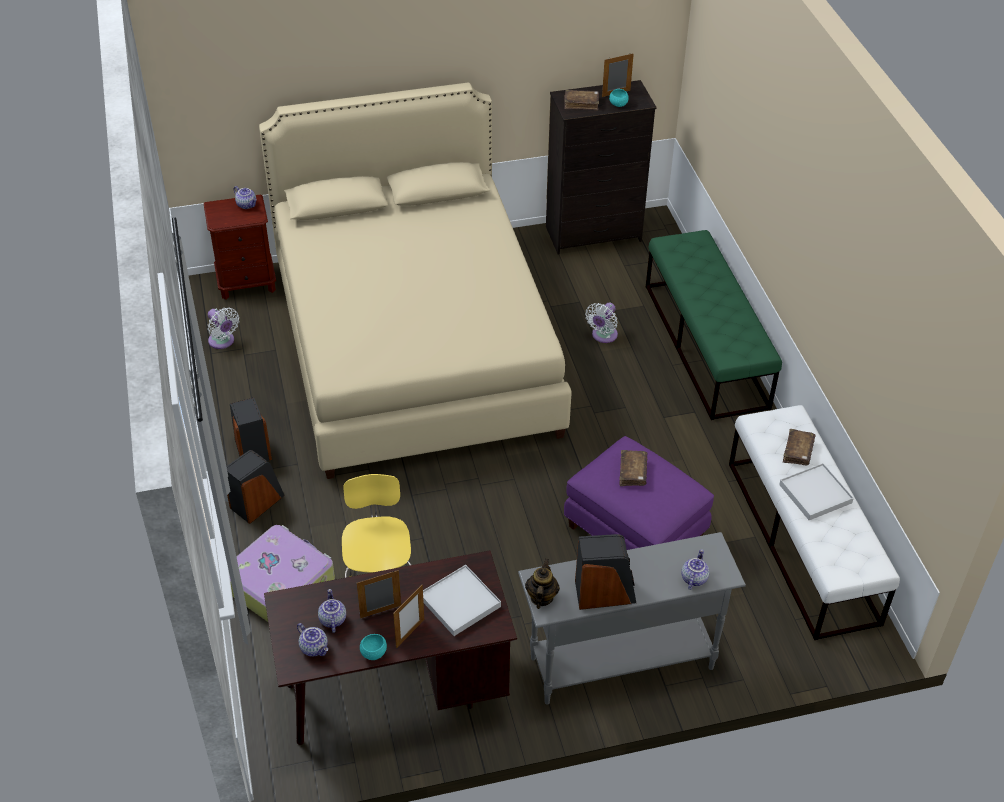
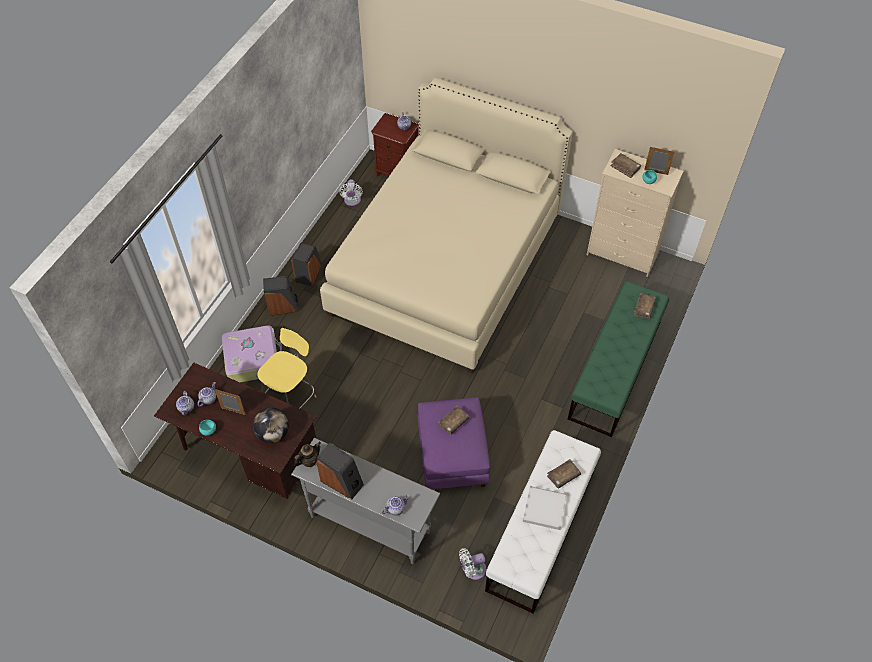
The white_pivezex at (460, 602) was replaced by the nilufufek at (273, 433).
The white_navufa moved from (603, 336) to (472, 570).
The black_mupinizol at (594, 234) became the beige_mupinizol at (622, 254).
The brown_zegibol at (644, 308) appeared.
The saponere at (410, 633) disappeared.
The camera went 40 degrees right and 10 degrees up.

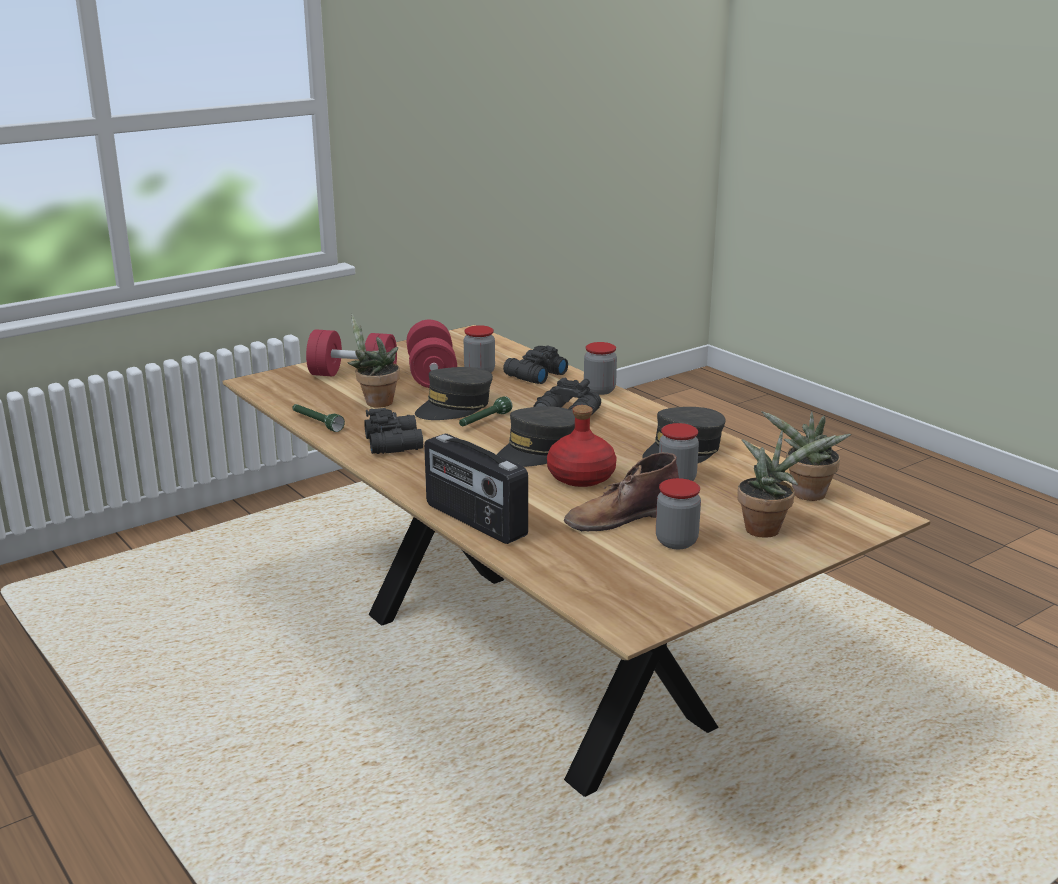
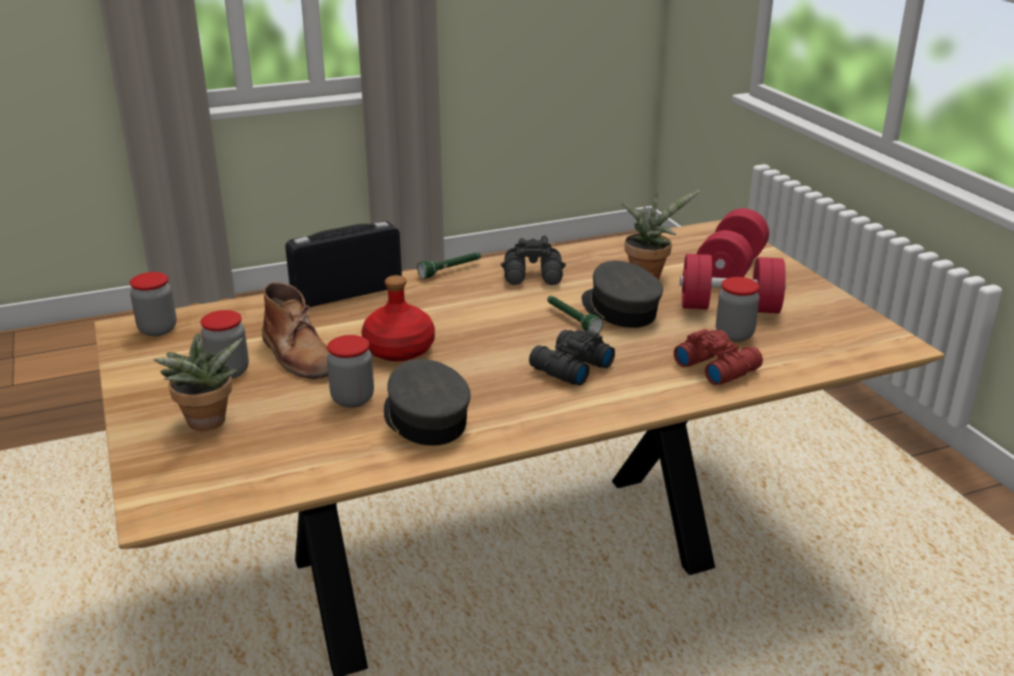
The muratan moved from (599, 390) to (157, 329).
The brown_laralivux at (622, 516) turned 150 degrees clockwise.
The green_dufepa moved from (316, 423) to (450, 270).
The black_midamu at (534, 375) became the red_midamu at (716, 366).
The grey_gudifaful at (537, 451) disappeared.
The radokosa at (806, 495) disappeared.
The camera went 105 degrees right and 5 degrees up.

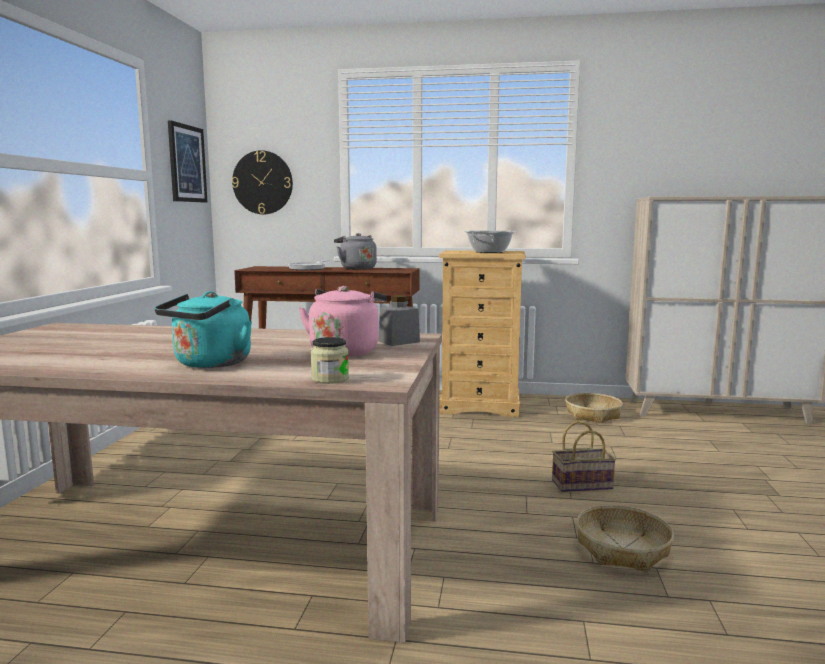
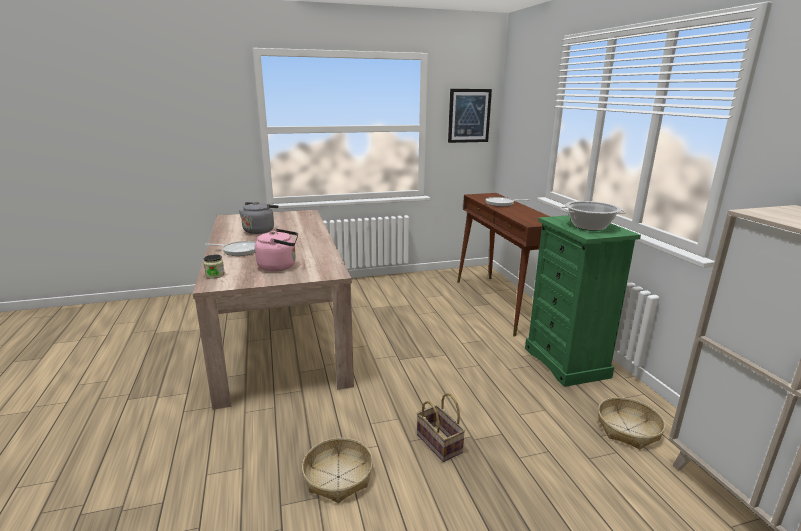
The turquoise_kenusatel at (210, 364) was replaced by the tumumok at (239, 251).
The grey_kenusatel moved from (356, 268) to (260, 230).
The beige_mupinizol at (480, 406) became the green_mupinizol at (566, 362).
The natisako at (262, 182) disappeared.
The grey_muratan at (399, 341) disappeared.
The camera went 65 degrees right and 10 degrees up.

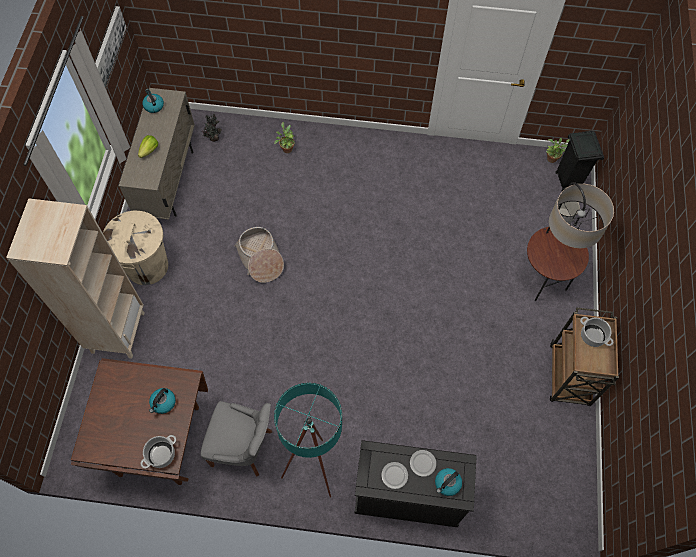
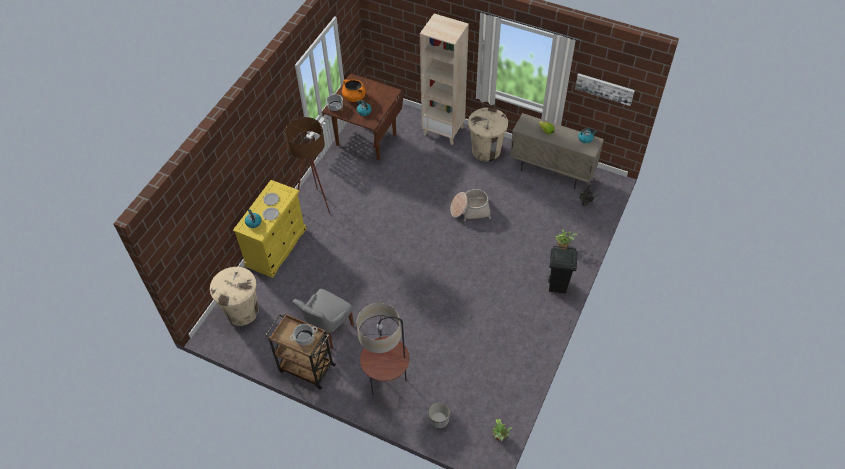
The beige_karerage at (242, 311) appeared.
The black_mupinizol at (407, 494) became the yellow_mupinizol at (276, 247).
The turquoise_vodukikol at (314, 464) became the brown_vodukikol at (317, 206).
The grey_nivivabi moved from (244, 447) to (327, 329).
The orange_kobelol at (354, 97) appeared.
The black_karerage moved from (567, 181) to (558, 286).
The camera went 110 degrees right and 10 degrees down.

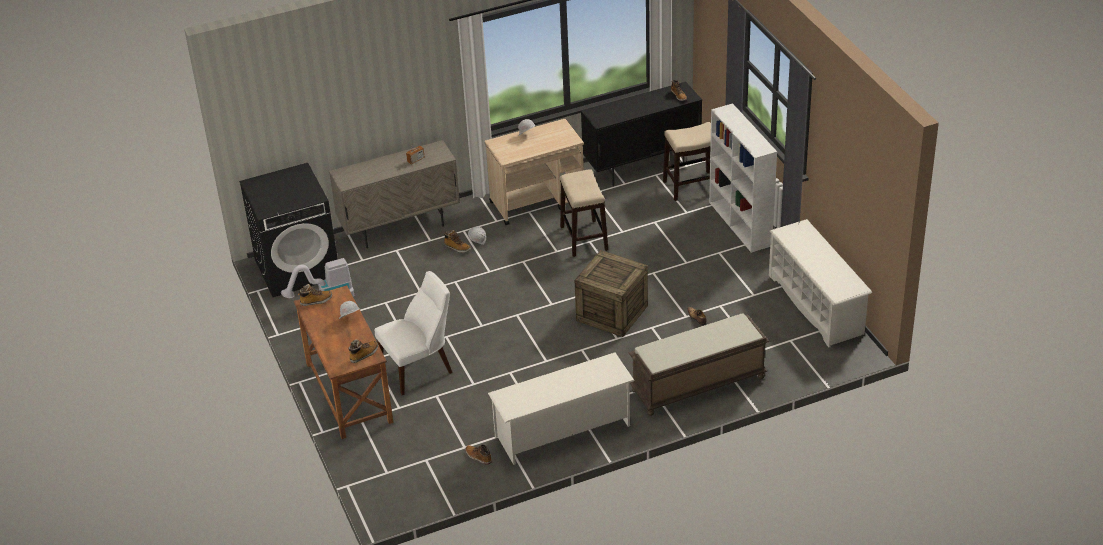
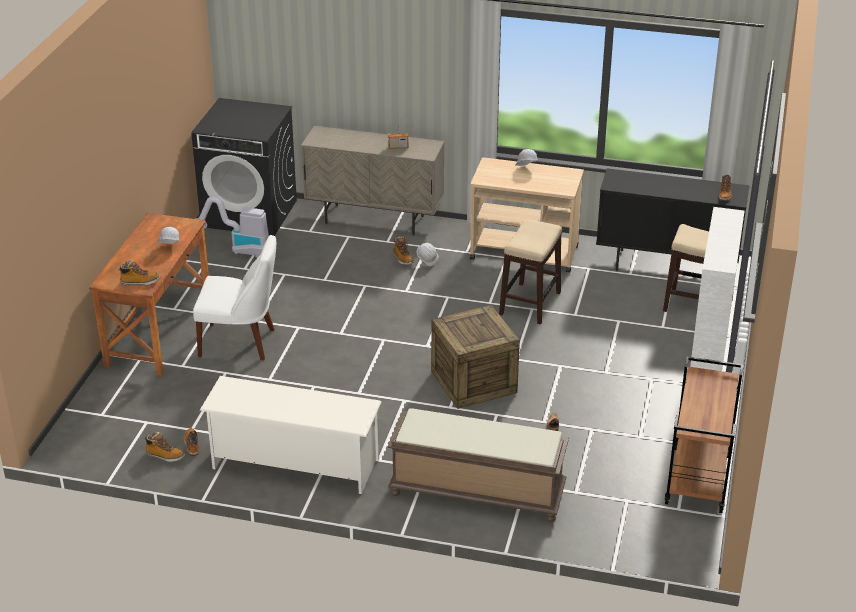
The laralivux moved from (316, 301) to (165, 456).
The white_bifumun at (816, 305) was replaced by the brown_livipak at (698, 480).
The camera went 35 degrees right and 5 degrees down.

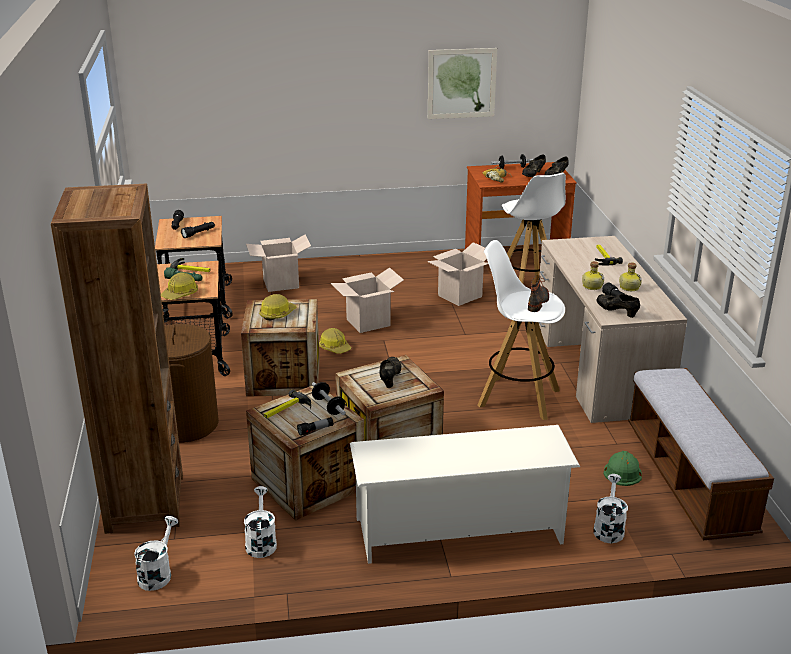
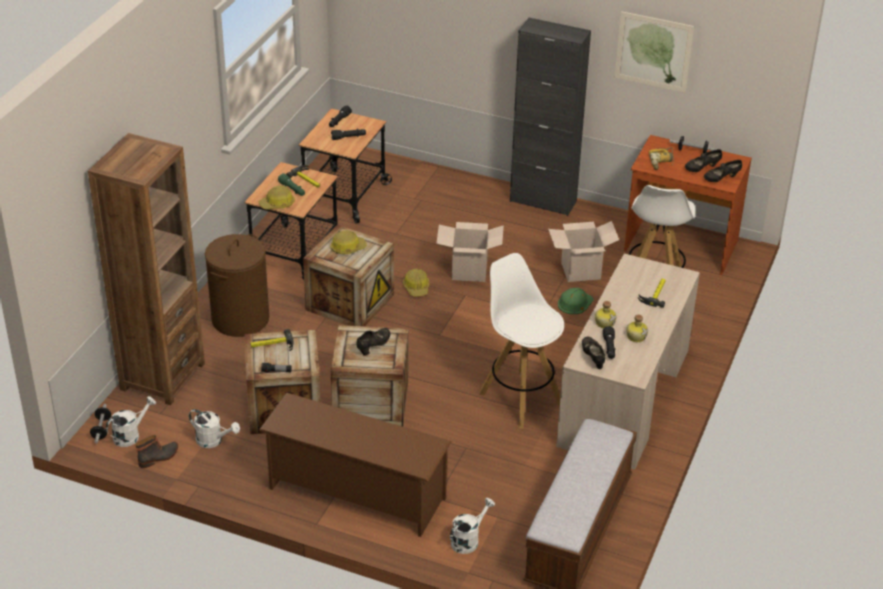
The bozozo moved from (328, 406) to (101, 429).
The laralivux moved from (538, 302) to (159, 457).
The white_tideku at (261, 542) turned 90 degrees clockwise.
The white_bifumun at (459, 531) became the brown_bifumun at (356, 493).
The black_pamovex at (543, 201) appeared.
The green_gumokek moved from (622, 471) to (575, 303).
The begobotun at (281, 283) disappeared.
The camera went 30 degrees right and 10 degrees up.

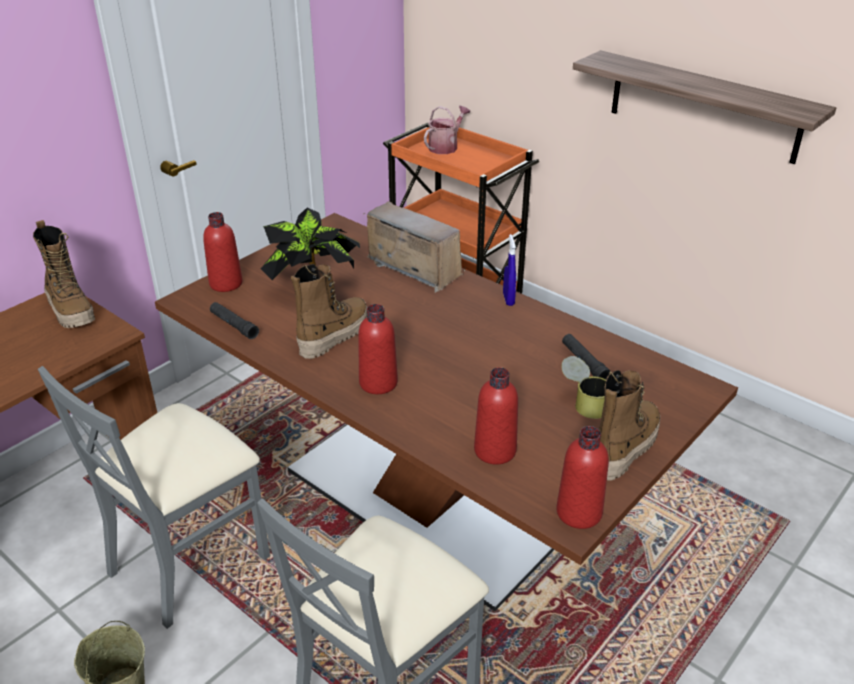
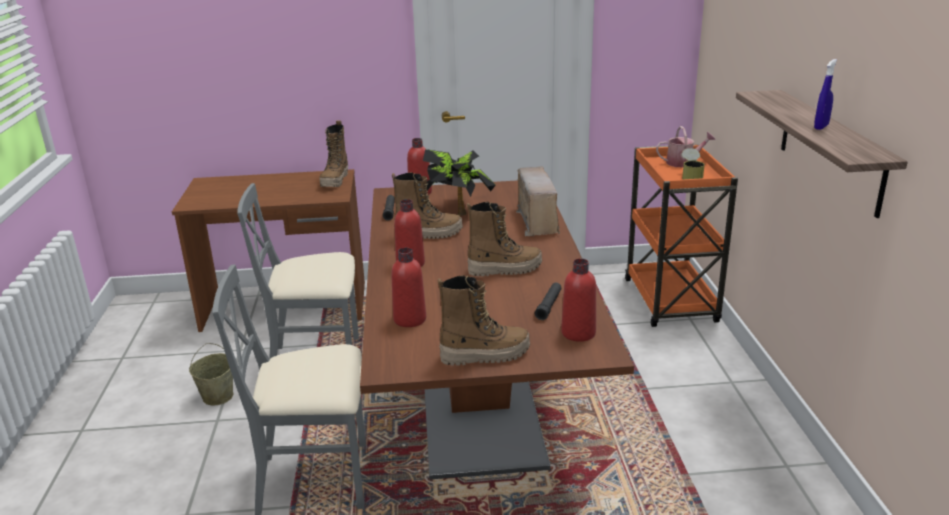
The laralivux at (505, 269) appeared.
The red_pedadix moved from (579, 512) to (578, 333).
The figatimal moved from (584, 402) to (691, 176).
The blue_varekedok moved from (508, 299) to (821, 127).
The camera went 45 degrees right and 10 degrees down.

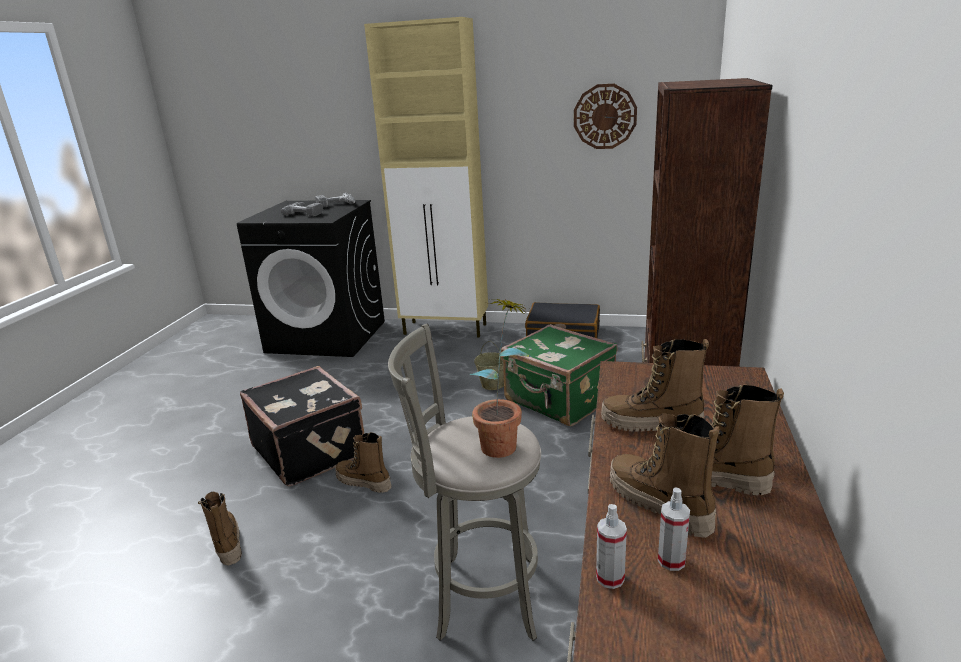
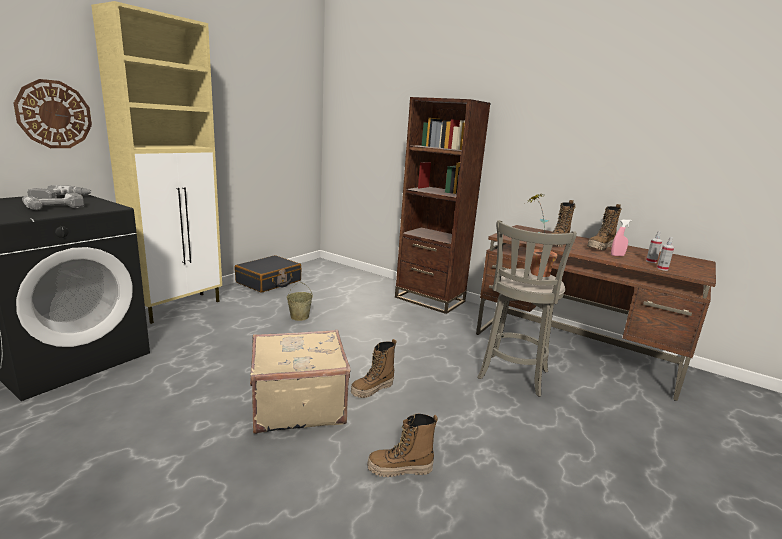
The natisako moved from (605, 116) to (54, 114).
The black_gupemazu at (311, 450) became the beige_gupemazu at (297, 404).
The laralivux at (658, 505) was replaced by the pink_varekedok at (617, 255).
The green_gupemazu at (558, 400) disappeared.
The camera went 70 degrees left and 5 degrees down.

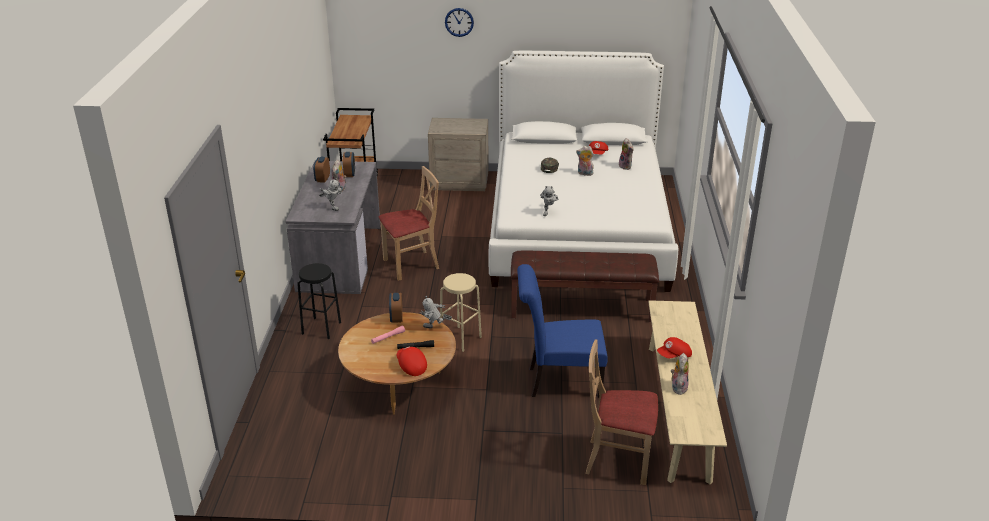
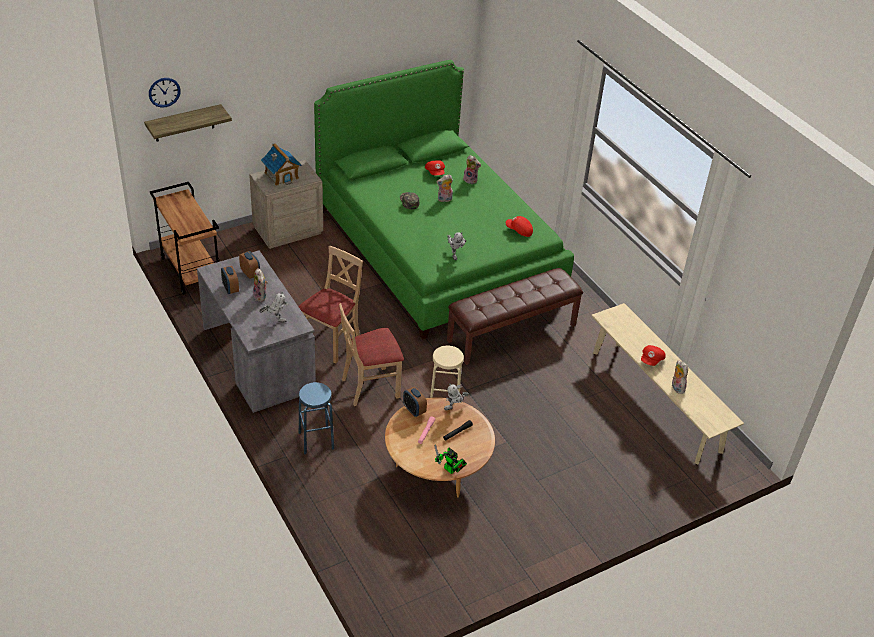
The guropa at (184, 123) appeared.
The natisako moved from (459, 22) to (164, 92).
The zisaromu at (281, 175) appeared.
The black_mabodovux at (321, 328) became the blue_mabodovux at (316, 440).
The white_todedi at (577, 226) became the green_todedi at (437, 247).
The beige_nivivabi moved from (618, 460) to (370, 387).
The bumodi at (450, 470) appeared.
The red_gudifaful moved from (411, 366) to (519, 231).
The blue_nivivabi at (559, 381) disappeared.
The camera went 35 degrees left and 10 degrees up.

